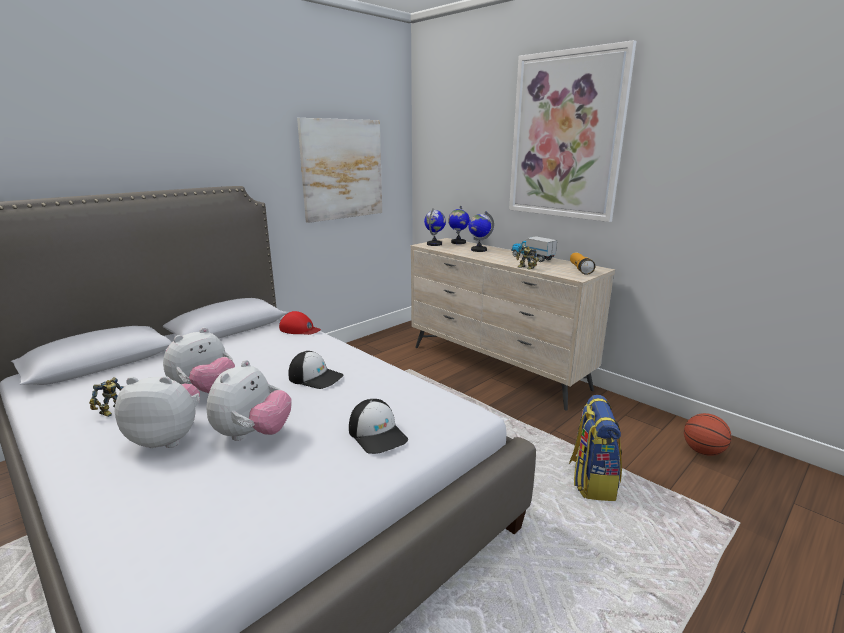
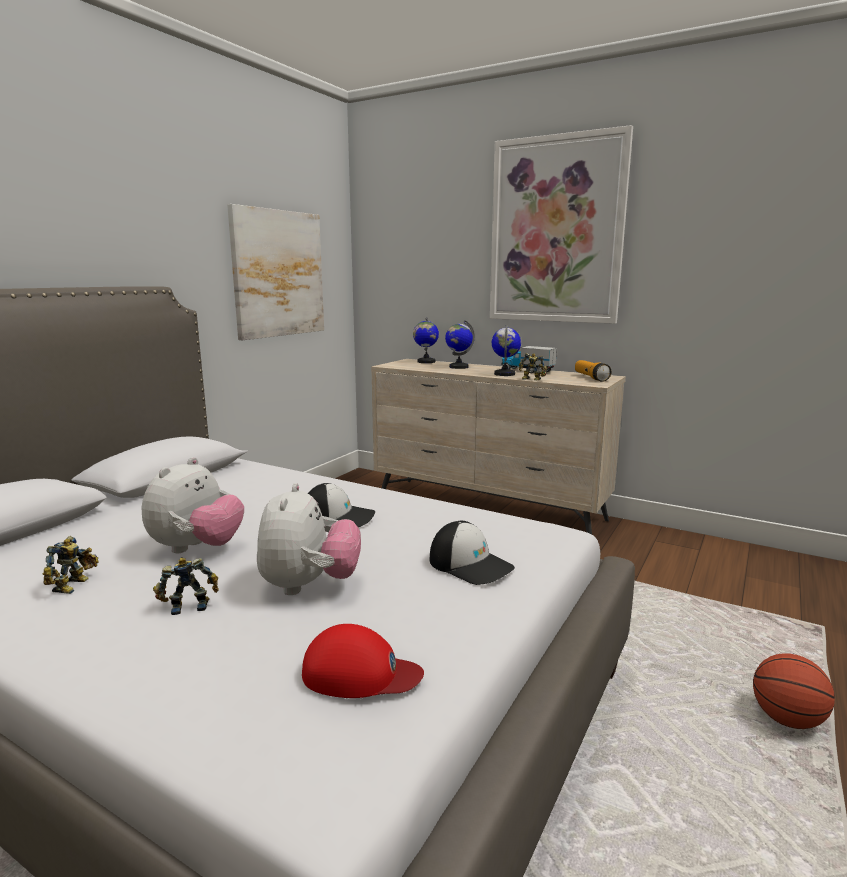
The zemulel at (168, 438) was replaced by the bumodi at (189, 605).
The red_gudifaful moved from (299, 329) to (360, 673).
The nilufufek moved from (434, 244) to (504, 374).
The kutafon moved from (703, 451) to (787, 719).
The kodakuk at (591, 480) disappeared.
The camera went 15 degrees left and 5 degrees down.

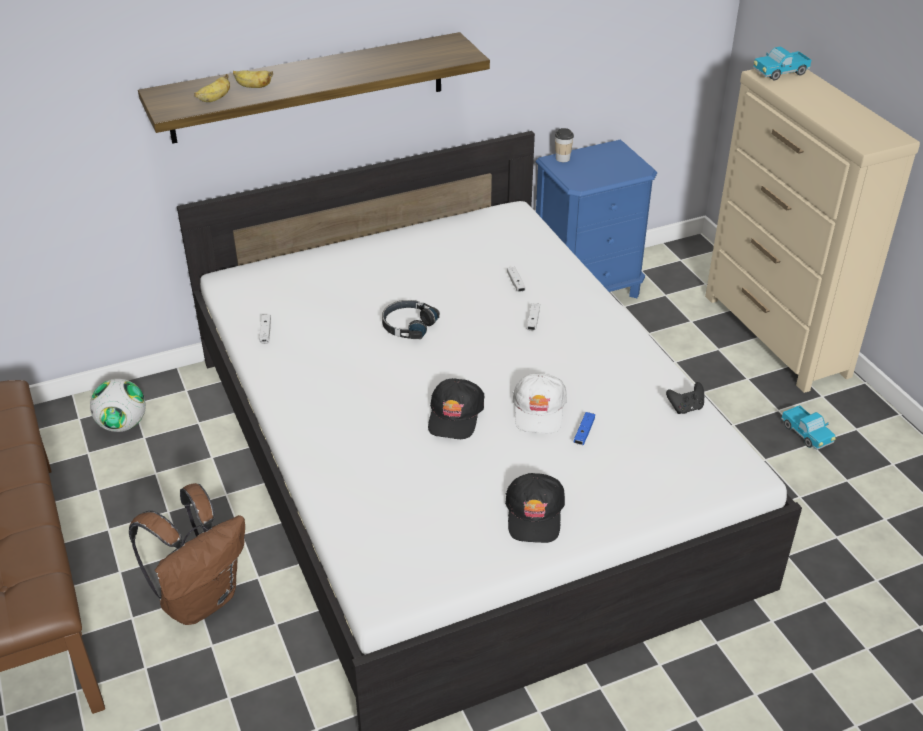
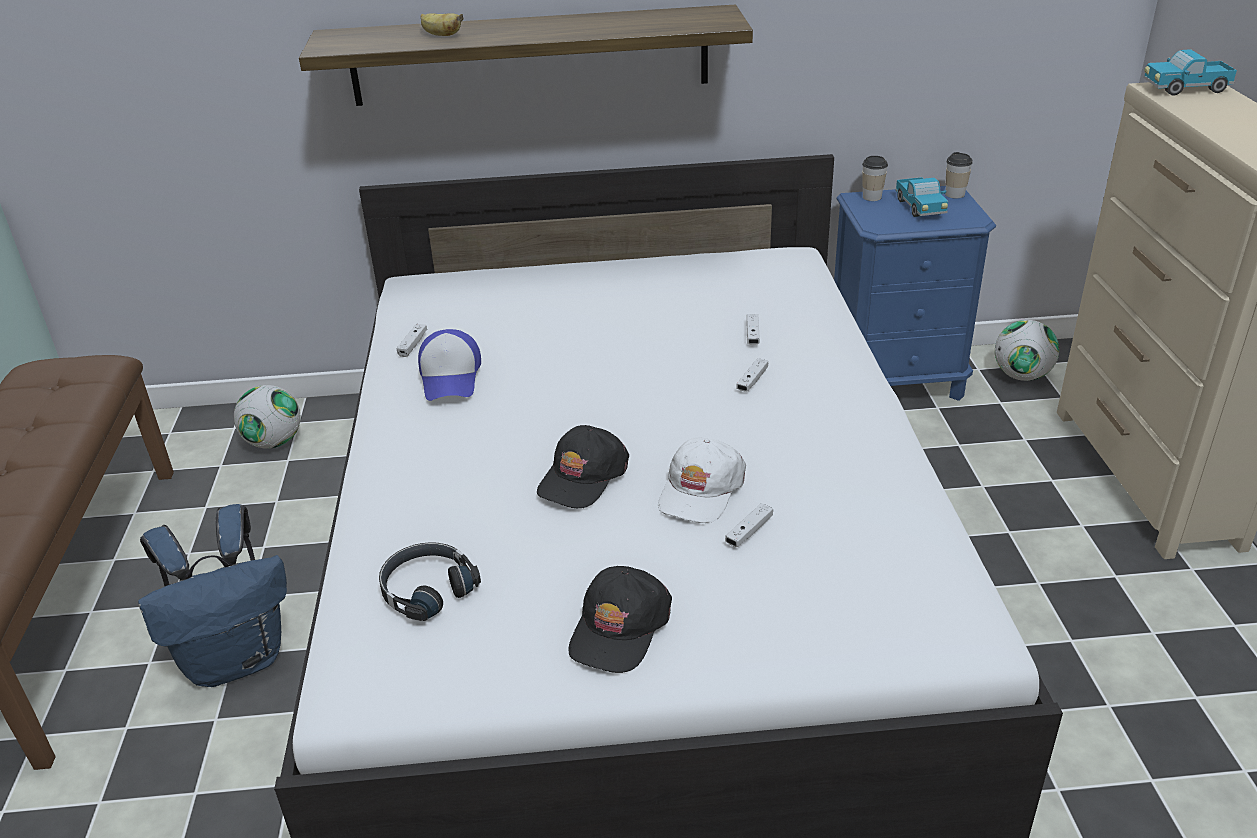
The brown_kodakuk at (201, 599) became the blue_kodakuk at (237, 658).
The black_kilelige moved from (408, 325) to (427, 589).
The gudifaful at (451, 377) appeared.
The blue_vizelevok at (584, 433) became the white_vizelevok at (749, 532).
The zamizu moved from (806, 435) to (920, 208).
The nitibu at (954, 194) appeared.
The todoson at (1021, 376) appeared.
The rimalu at (215, 99) disappeared.
The black_vizelevok at (685, 408) disappeared.
The camera went 20 degrees right and 5 degrees down.

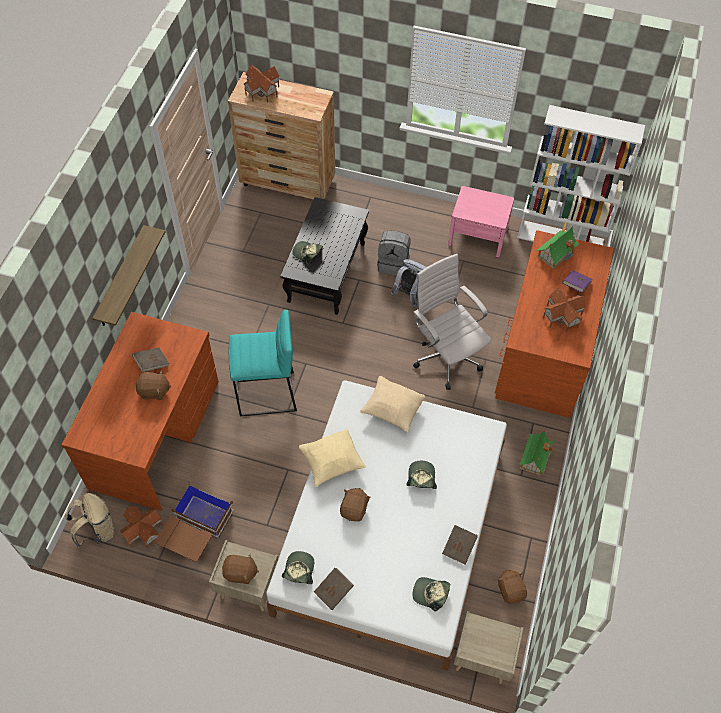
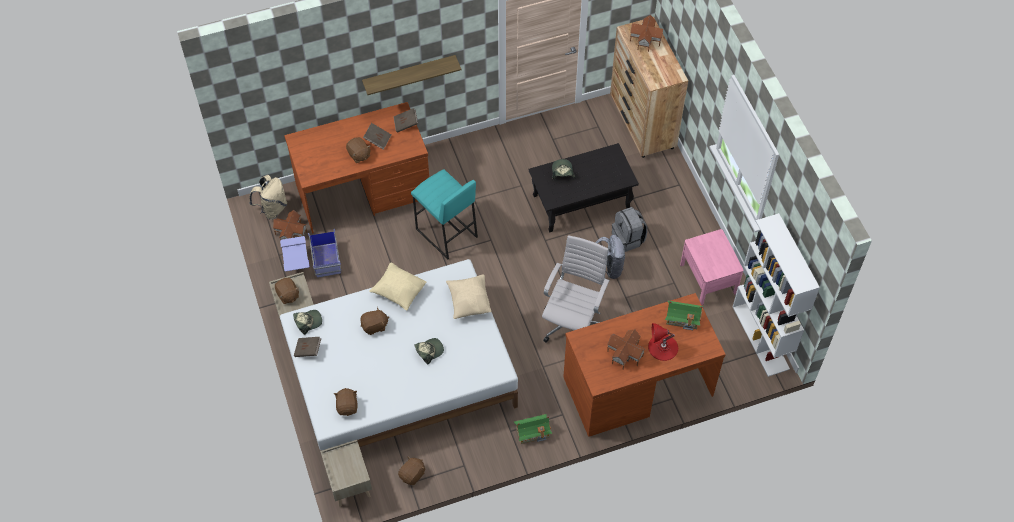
The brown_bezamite at (197, 532) became the blue_bezamite at (312, 263).
The gudifaful at (430, 594) was replaced by the brown_zemulel at (347, 406).
The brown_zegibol moved from (459, 547) to (406, 124).
The purple_zegibol at (575, 285) was replaced by the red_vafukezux at (663, 347).
The camera went 55 degrees right and 0 degrees up.

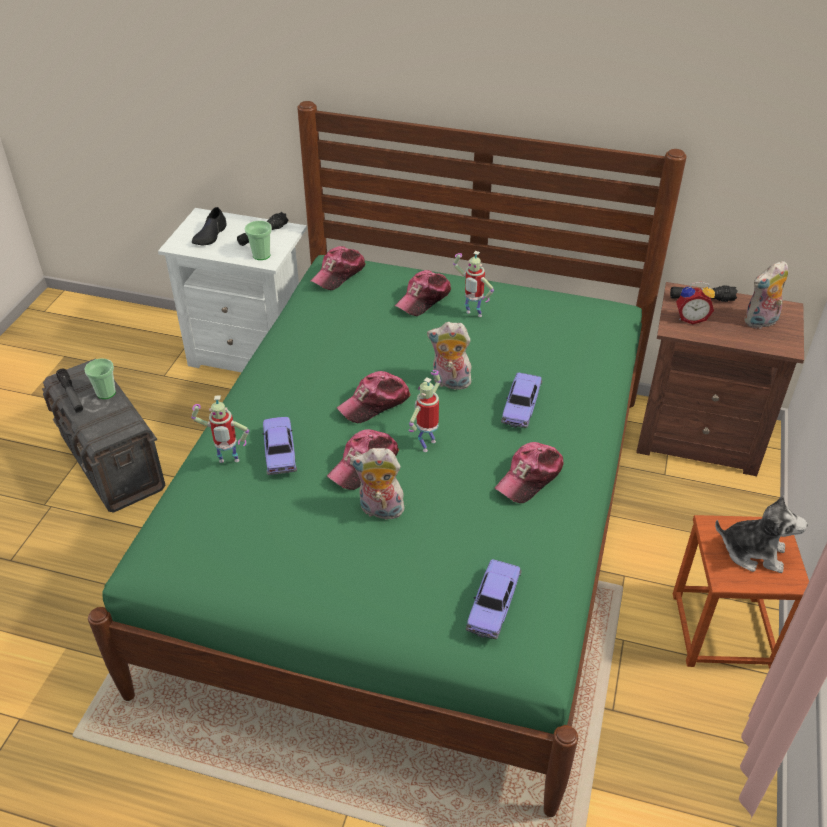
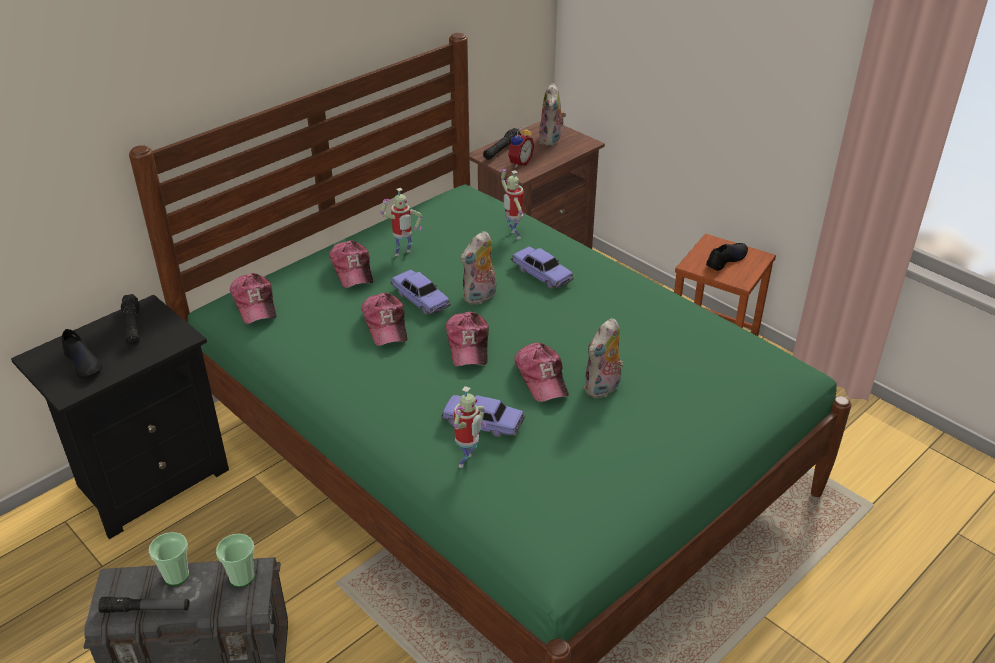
The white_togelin at (252, 353) became the black_togelin at (149, 479).
The nitibu moved from (261, 255) to (242, 577).
The gudifaful moved from (530, 477) to (386, 325).
The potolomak moved from (493, 605) to (420, 299).
The bumodi moved from (427, 444) to (513, 235).
The zemulel at (753, 552) was replaced by the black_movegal at (726, 260).
The camera went 60 degrees left and 5 degrees down.

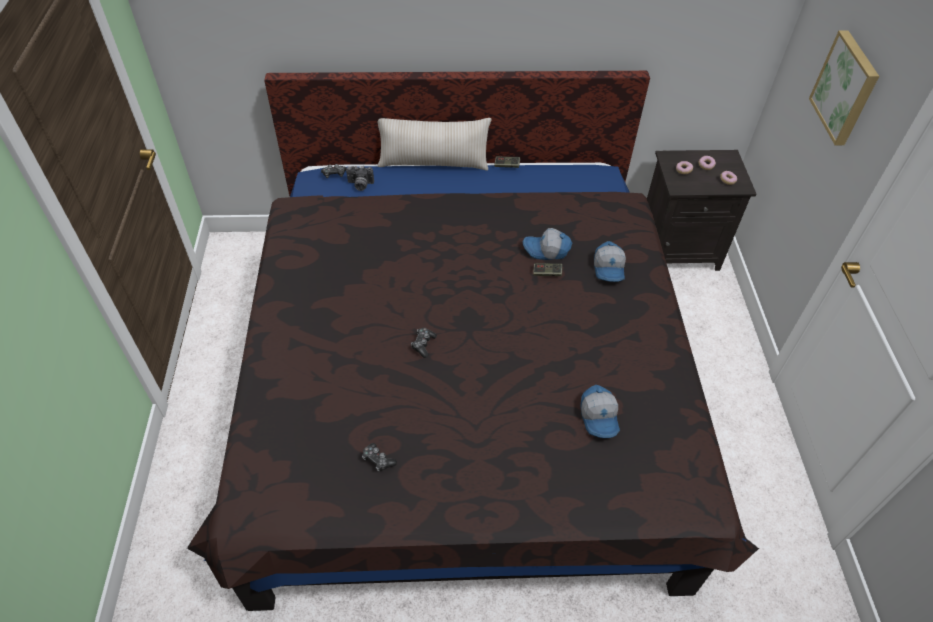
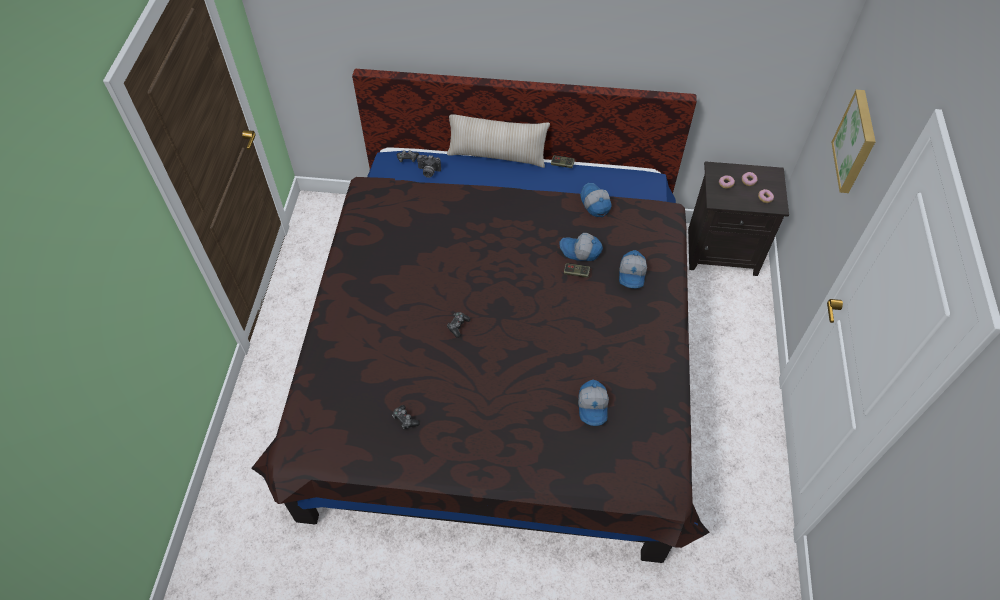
The gudifaful at (594, 204) appeared.
The camera went 10 degrees right and 5 degrees up.

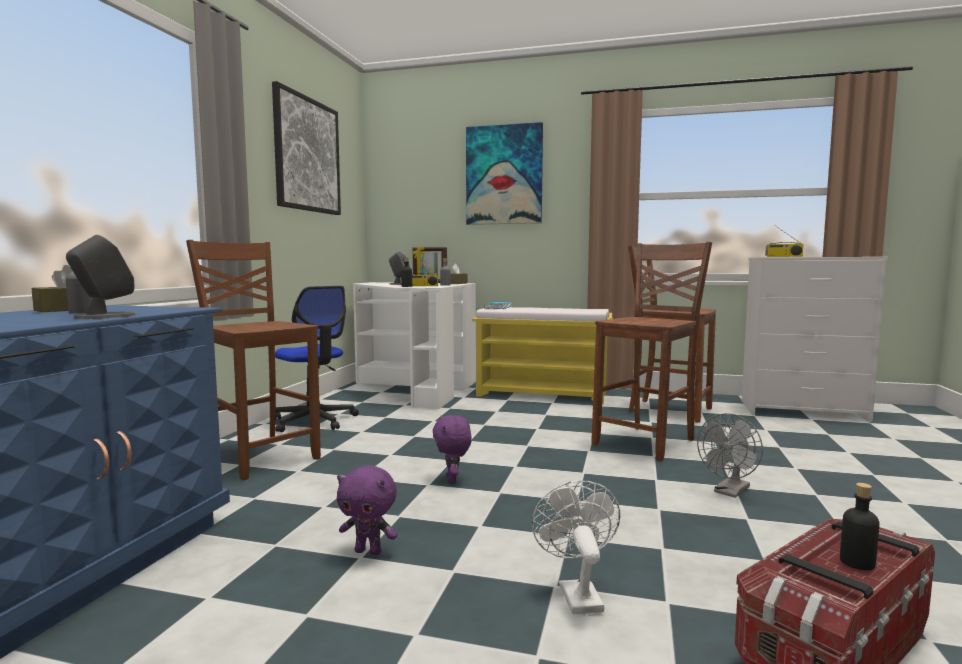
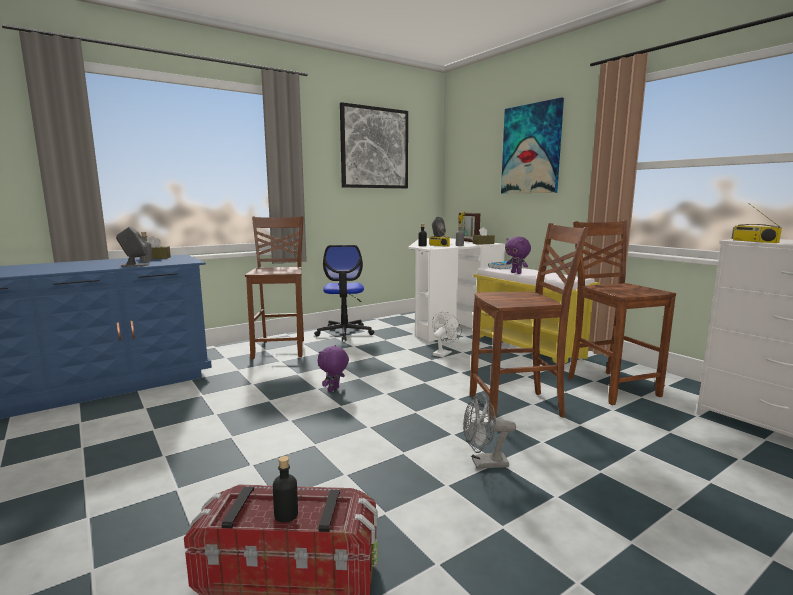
The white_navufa moved from (576, 593) to (443, 353).
The purple_zemulel moved from (369, 551) to (516, 273).
The camera went 40 degrees right and 5 degrees up.

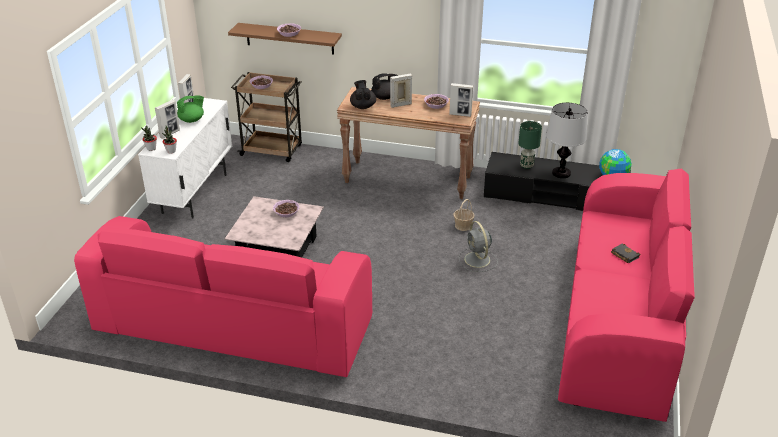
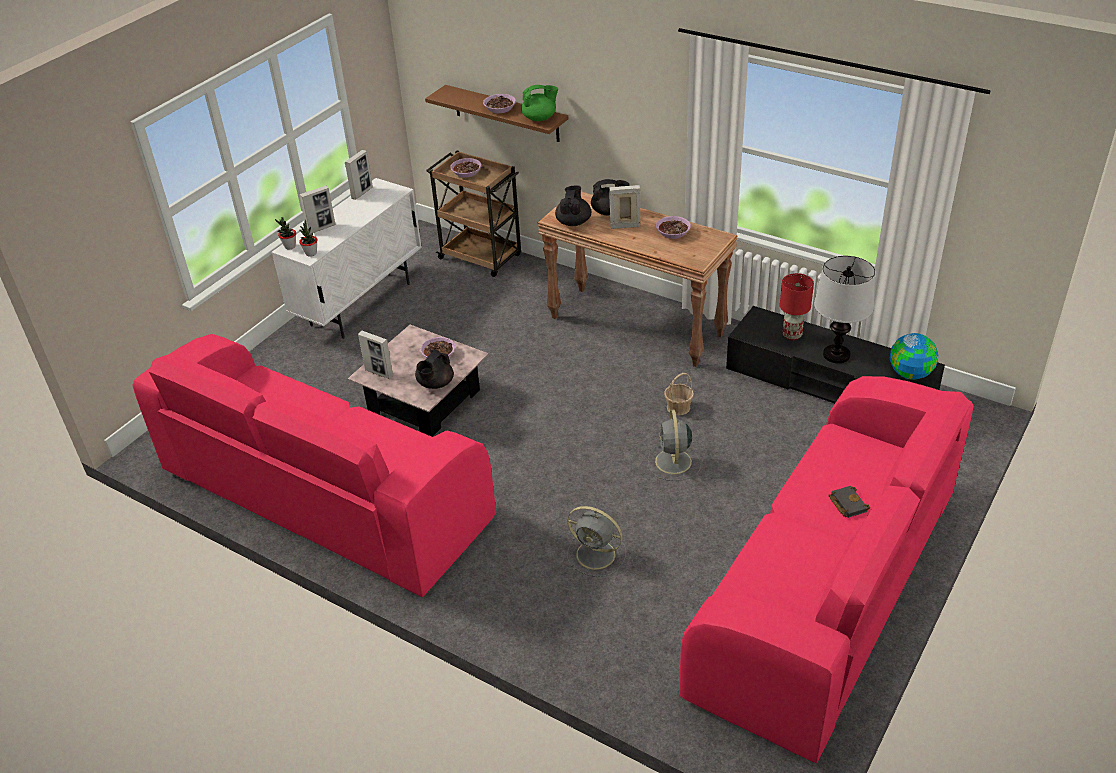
The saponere moved from (460, 114) to (379, 373).
The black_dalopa at (435, 384) appeared.
The green_dalopa moved from (192, 120) to (540, 118).
The grey_navufa at (597, 555) appeared.
The green_vafukezux at (526, 165) became the red_vafukezux at (791, 335).
The camera went 20 degrees right and 5 degrees up.

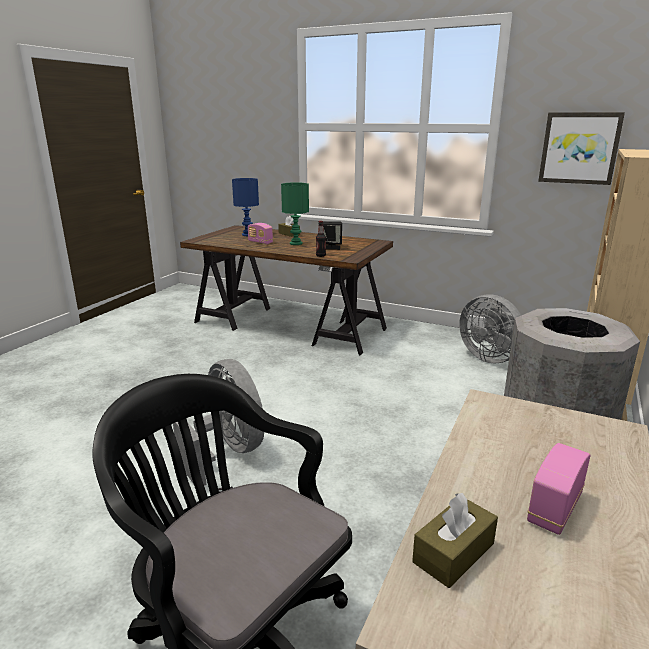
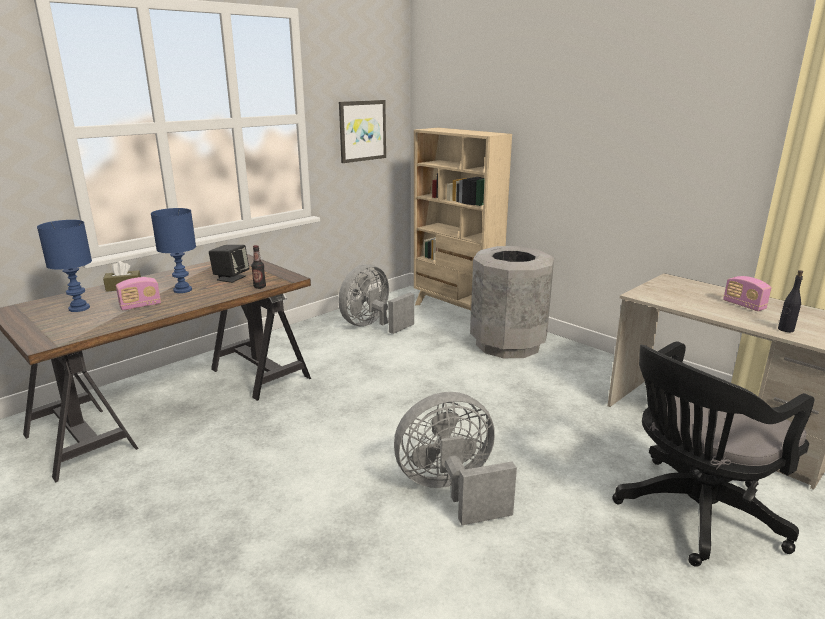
The green_vafukezux at (296, 243) became the blue_vafukezux at (183, 290).
The grey_navufa at (490, 357) turned 150 degrees clockwise.
The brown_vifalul at (453, 553) was replaced by the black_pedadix at (785, 329).
The camera went 70 degrees left and 0 degrees up.

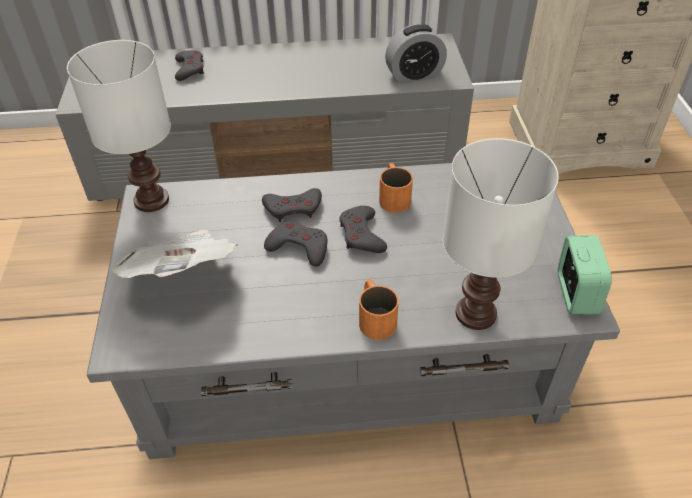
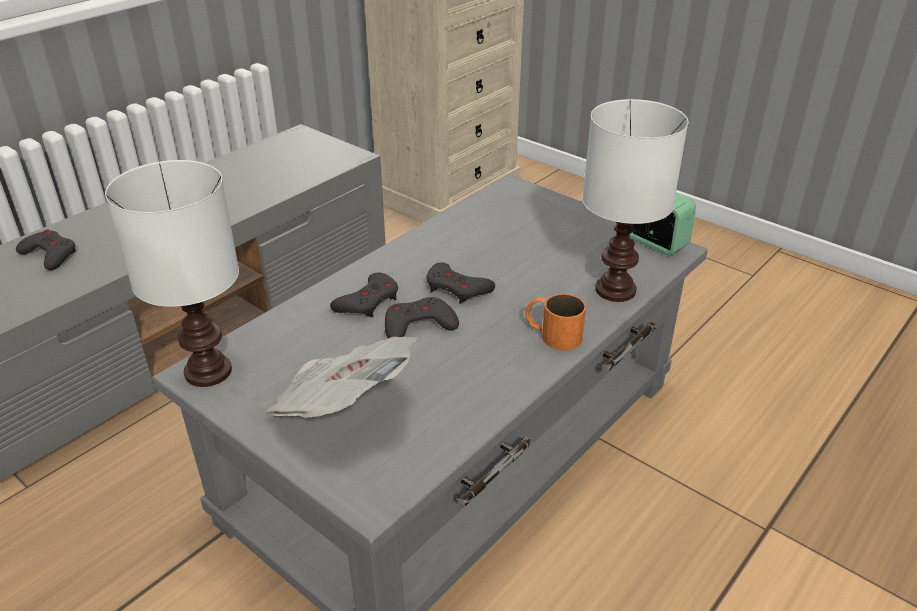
The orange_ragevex at (393, 196) disappeared.
The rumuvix at (414, 76) disappeared.
The camera went 45 degrees left and 10 degrees down.

